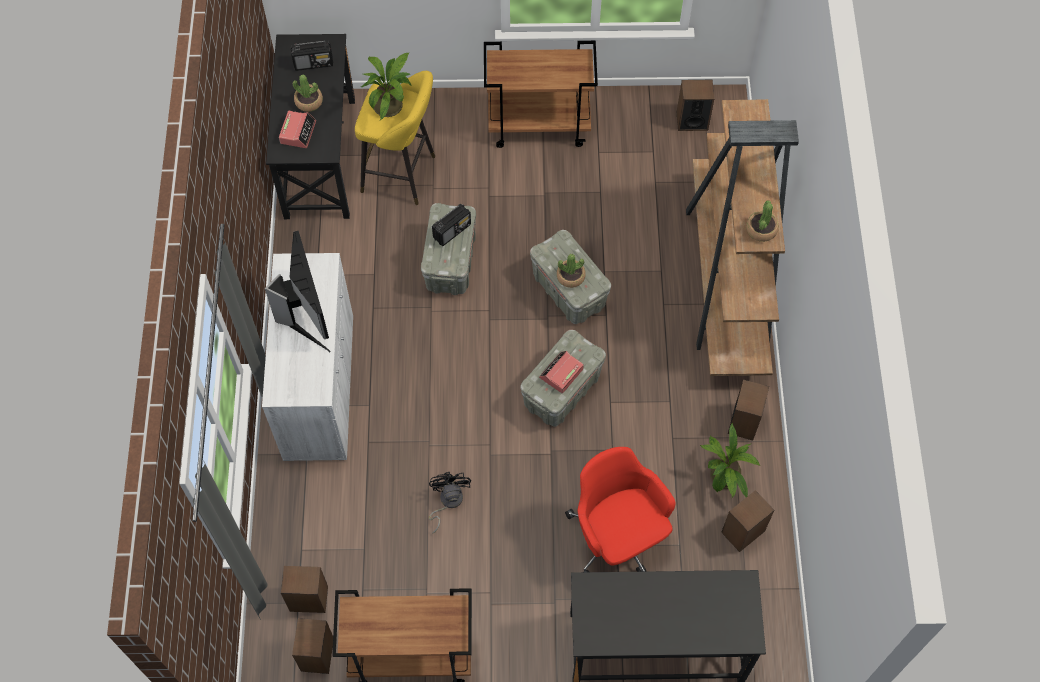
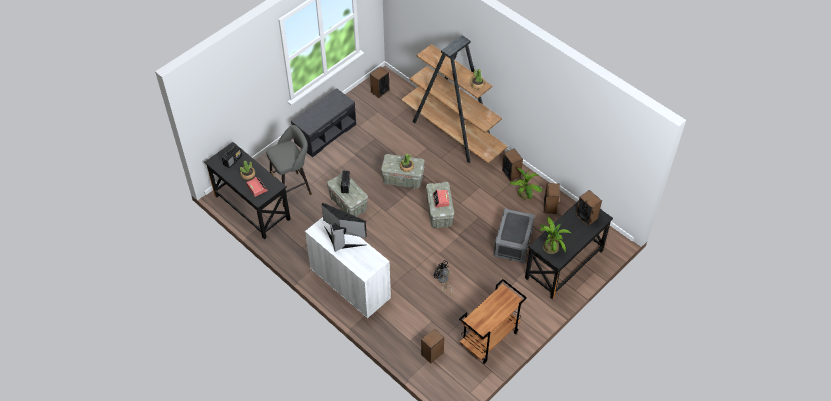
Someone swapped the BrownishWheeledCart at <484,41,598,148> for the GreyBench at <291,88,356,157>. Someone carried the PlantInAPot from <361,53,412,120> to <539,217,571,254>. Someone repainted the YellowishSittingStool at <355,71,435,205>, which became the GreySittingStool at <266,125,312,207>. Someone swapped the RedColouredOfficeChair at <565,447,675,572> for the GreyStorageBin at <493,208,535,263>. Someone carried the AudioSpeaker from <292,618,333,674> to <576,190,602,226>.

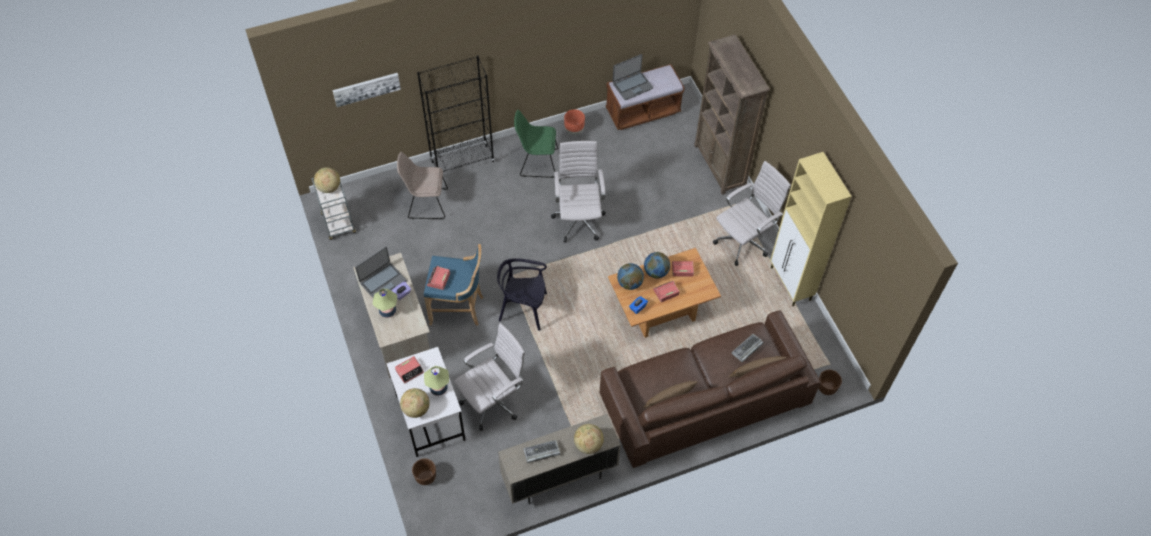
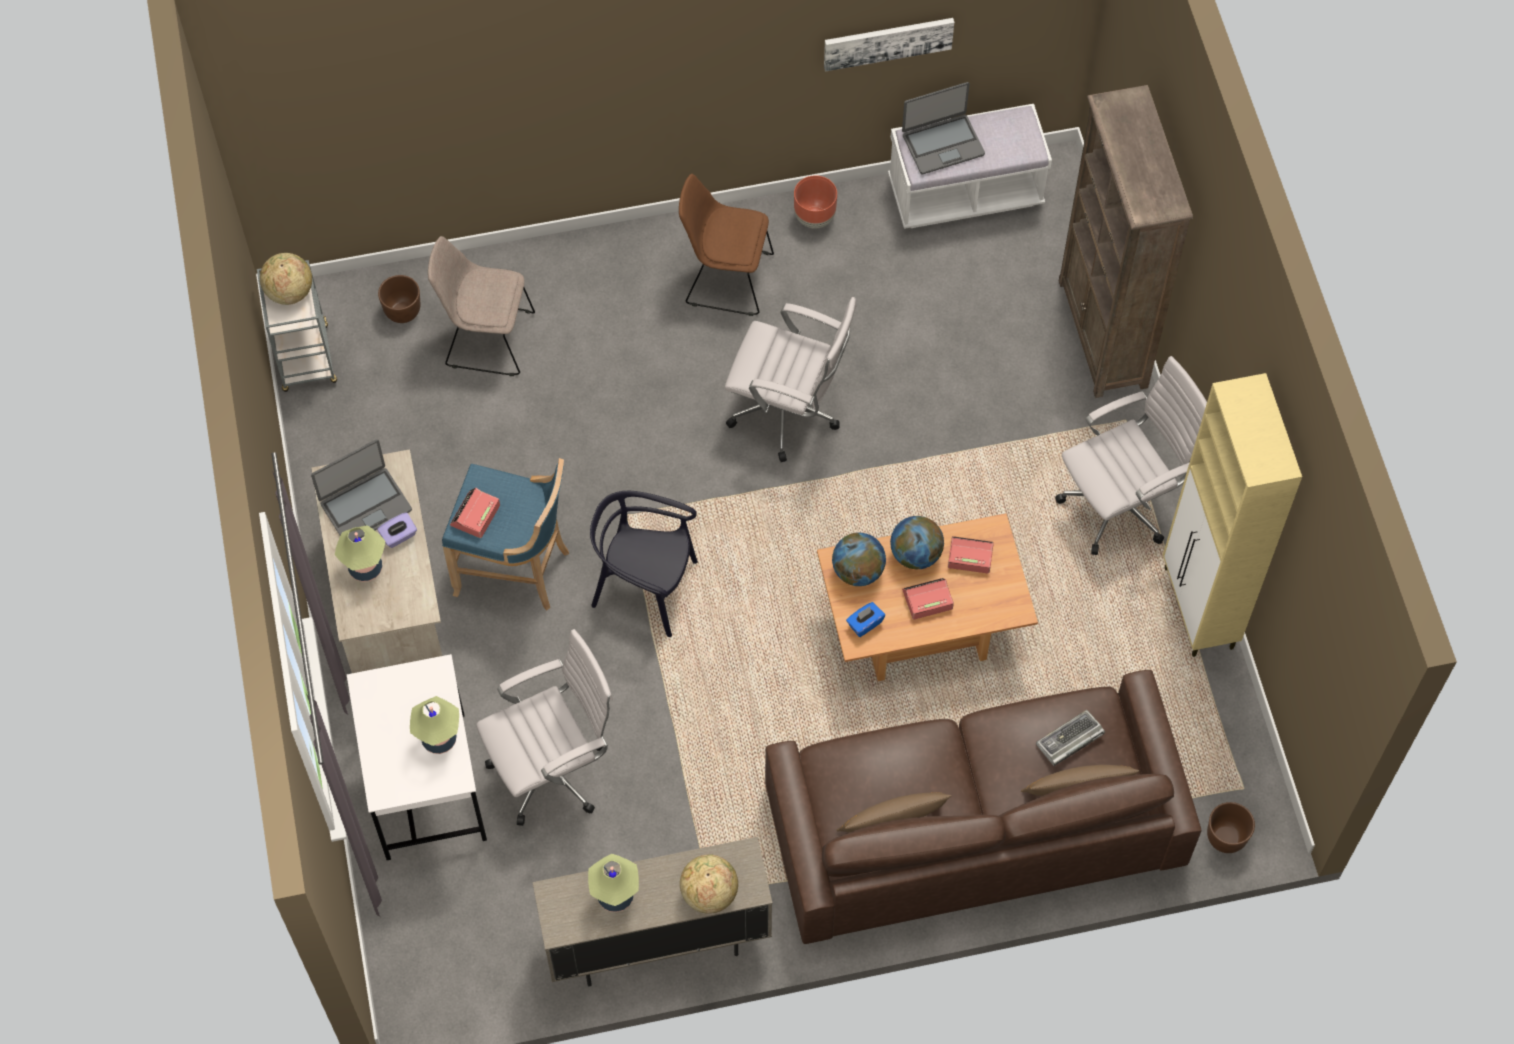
Someone took away the BlackishBookcase at <417,56,494,172>. Someone repainted the BrownishBench at <605,64,685,130>, which became the WhiteColouredBench at <888,104,1052,229>. Someone carried the WallArt from <332,73,401,107> to <824,18,954,71>. Someone repainted the GreenChair at <514,110,558,178>, which became the BrownishChair at <679,174,774,316>. Someone rotated the WhiteColouredOfficeChair at <551,141,606,243> by 105 degrees clockwise. Someone took away the AlarmClock at <395,356,424,384>. Someone took away the WorldGlobe at <400,388,430,418>. Someone swapped the PcKeyboard at <523,440,560,463> for the TableLamp at <588,854,639,912>. Someone carried the BrownishFlowerPot from <412,458,436,485> to <378,275,420,323>.

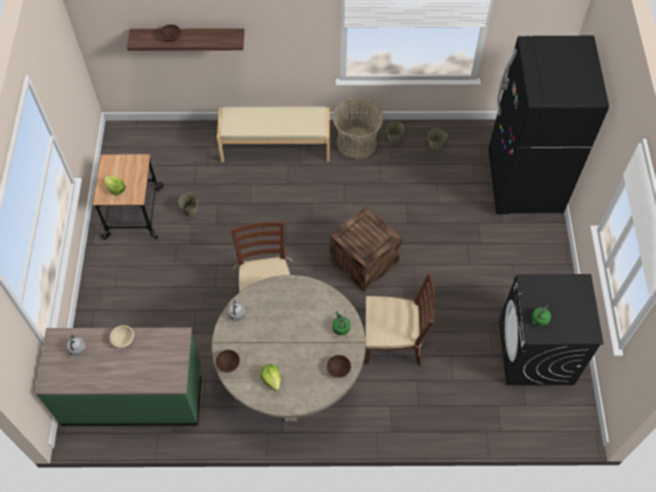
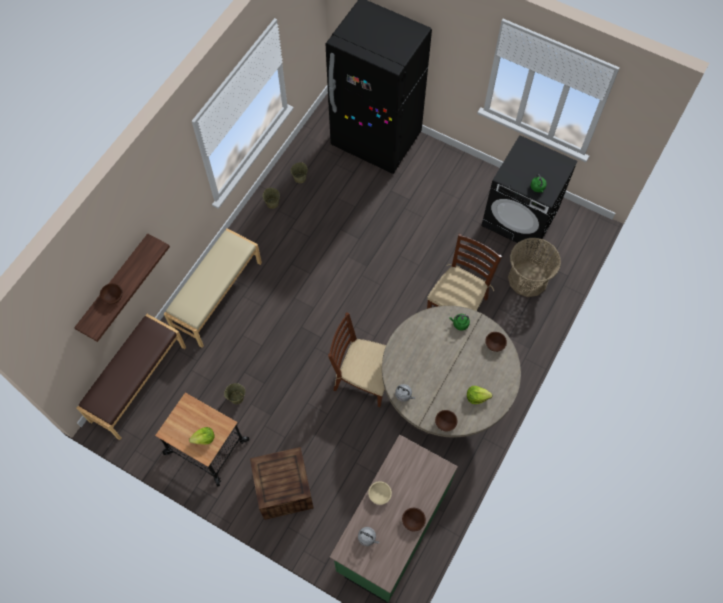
Someone carried the HouseholdBasket from <333,98,384,160> to <508,237,561,297>. Someone carried the PackingCrate from <330,206,402,291> to <250,447,314,520>. Someone put down the BrownishBench at <77,314,186,440>. Someone put down the BrownishServingBowl at <402,508,426,531>.

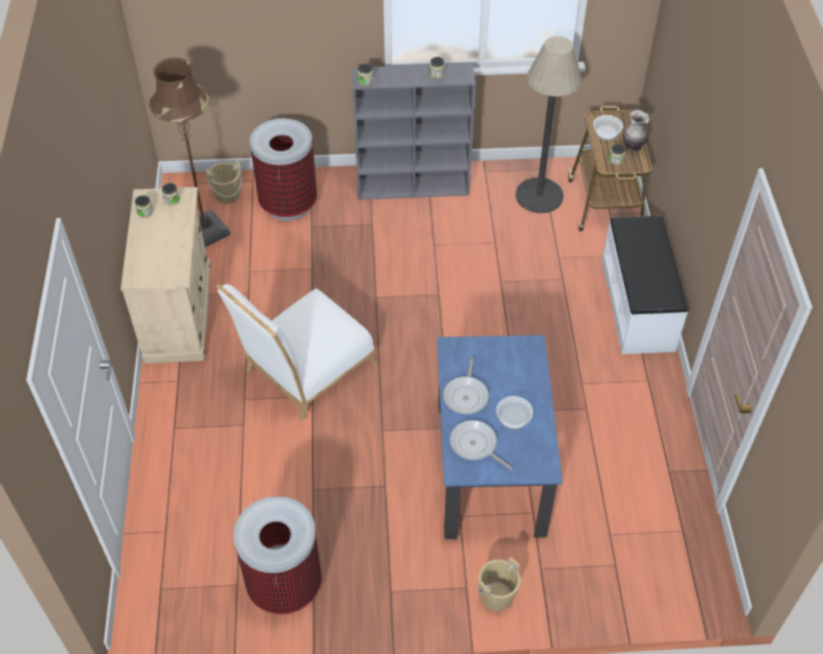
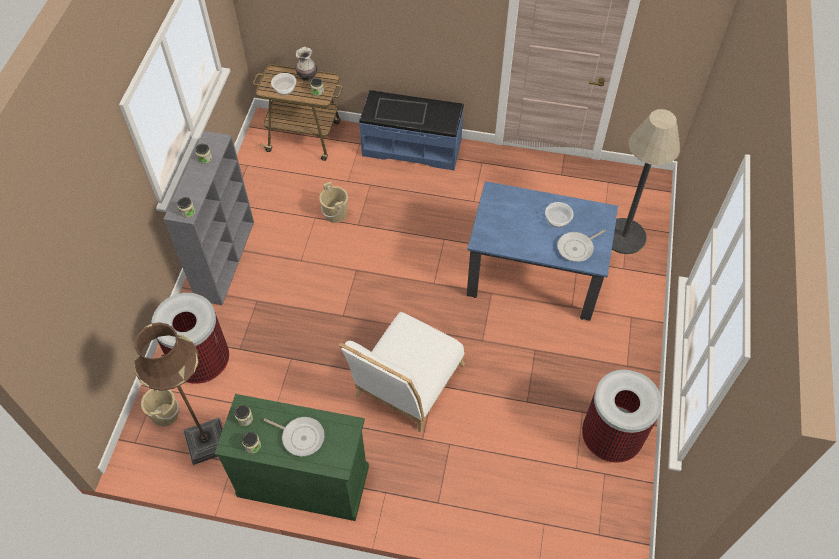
Someone carried the FloorLamp from <516,36,582,213> to <612,109,680,254>. Someone repainted the BeigeStorageCabinet at <121,187,211,363>, which became the GreenStorageCabinet at <214,394,369,521>. Someone repainted the WhiteColouredBench at <602,216,688,354>, which became the BlueColouredBench at <359,90,464,171>. Someone rotated the WhiteColouredChair at <216,284,377,421> by 60 degrees clockwise. Someone carried the Skillet from <443,357,489,414> to <264,417,325,456>. Someone carried the BeigeBucket from <478,557,521,611> to <319,182,348,223>. Someone put down the Tray at <374,98,428,125>.

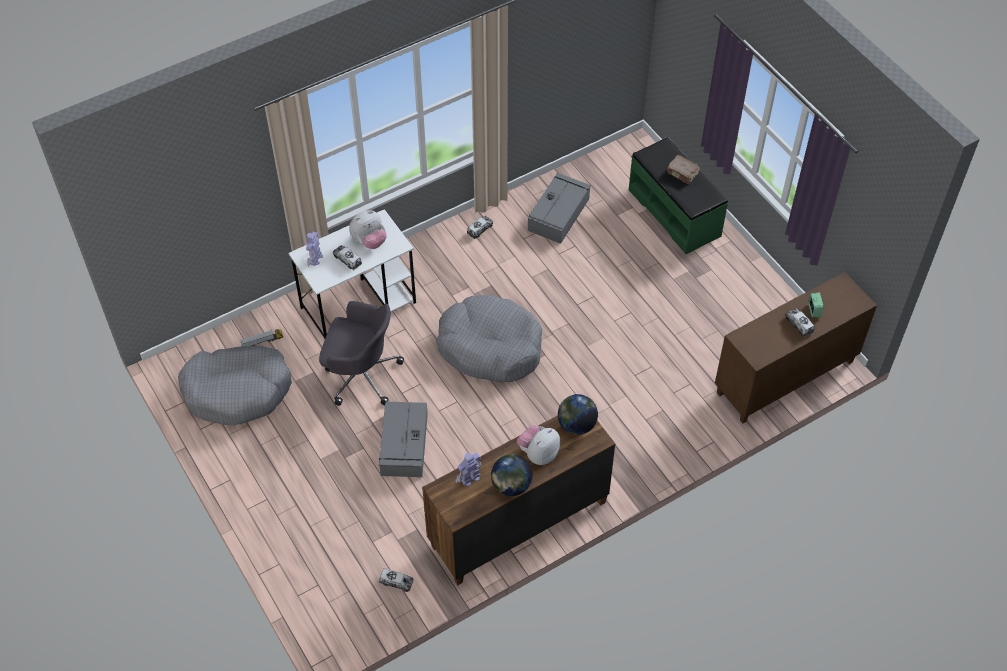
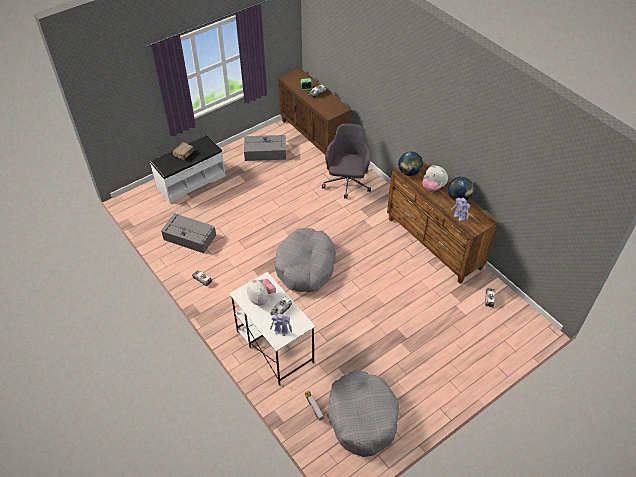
Someone repainted the GreenBench at <629,137,728,254>, which became the WhiteColouredBench at <150,135,226,203>. Someone carried the GreyOfficeChair from <319,301,404,406> to <322,123,371,199>. Someone carried the GreyStorageBin from <379,402,428,477> to <244,135,286,161>.

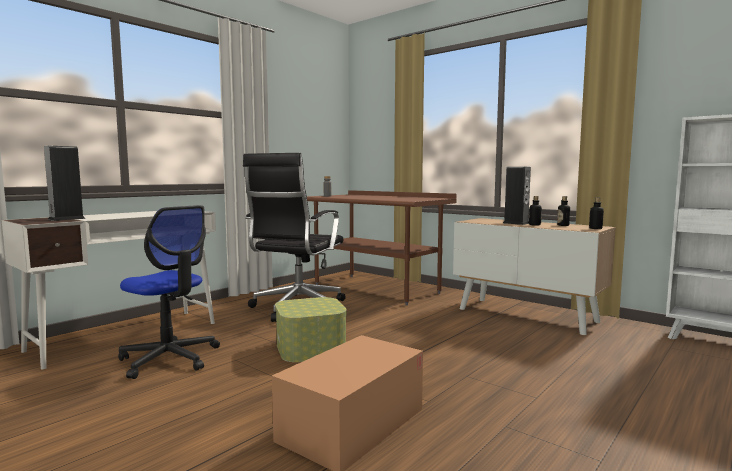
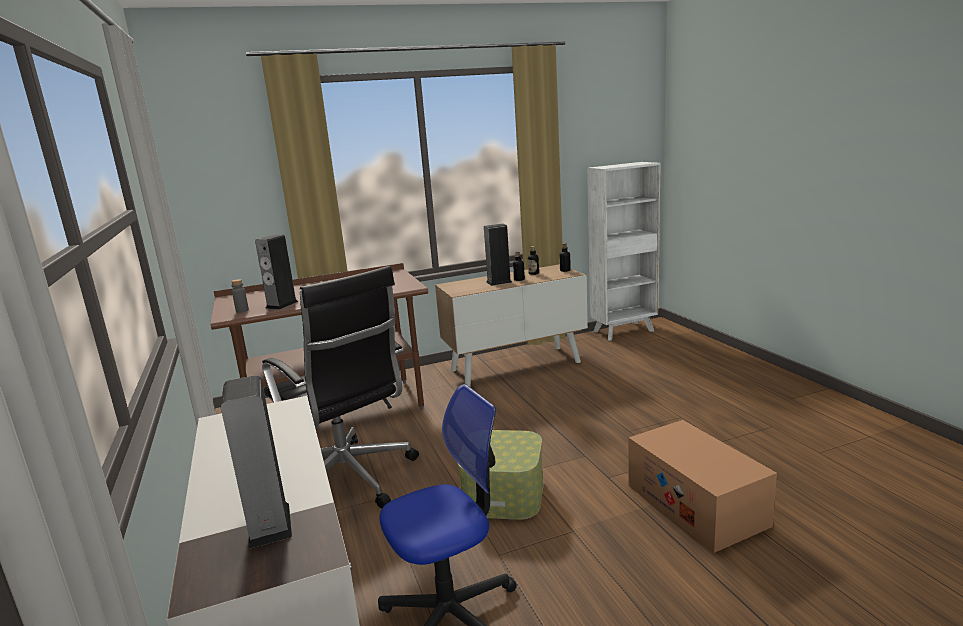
Someone put down the AudioSpeaker at <255,234,298,310>.

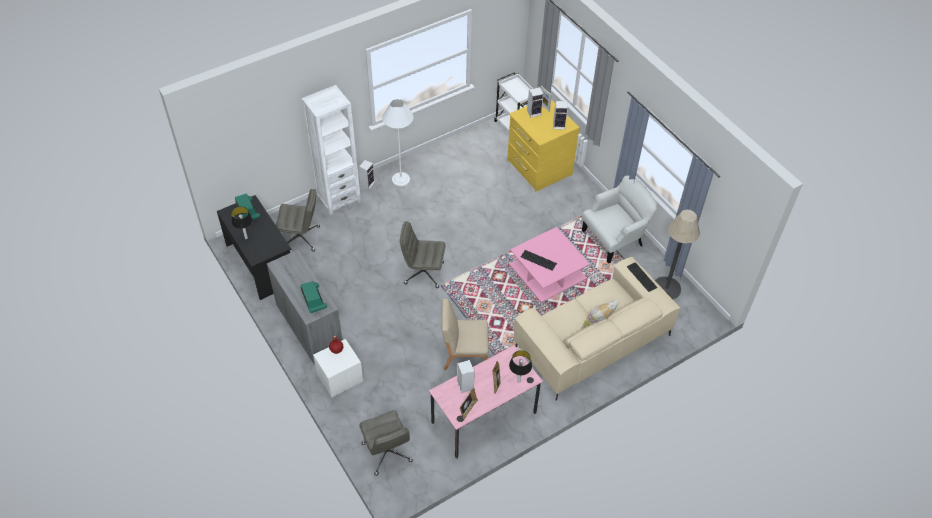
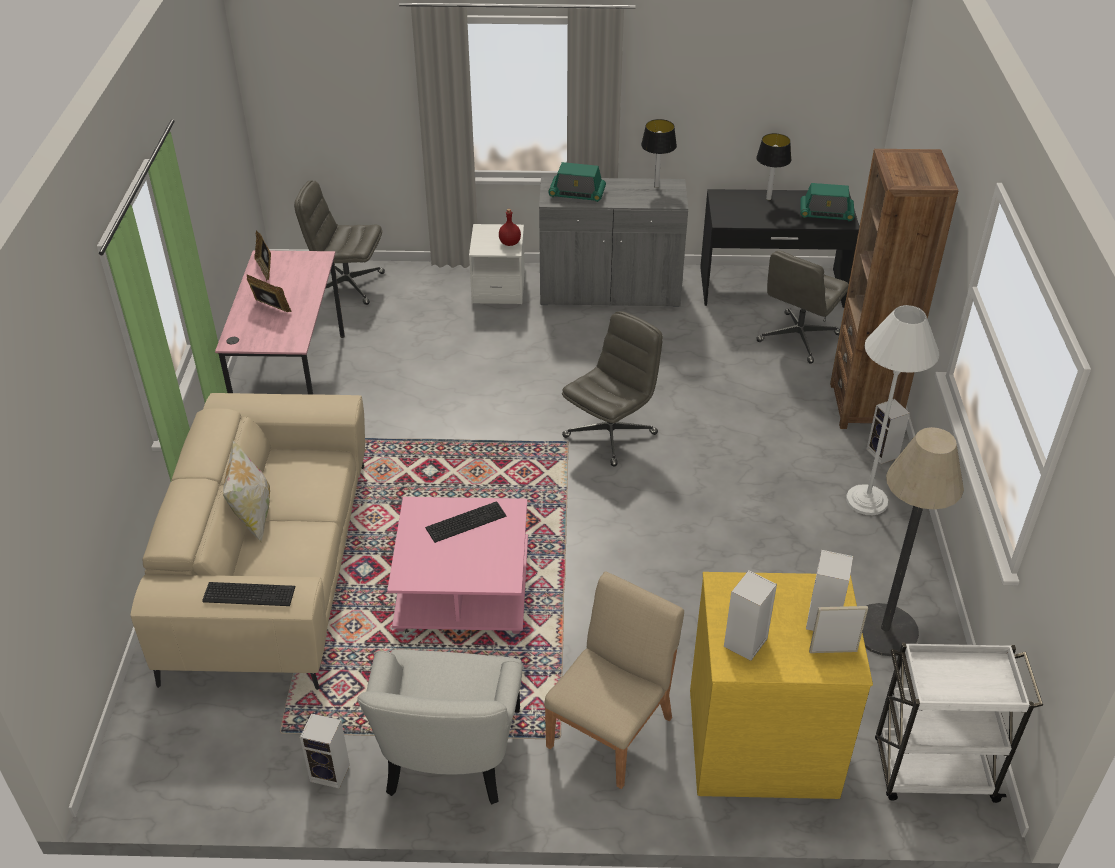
Someone repainted the WhiteColouredBookcase at <302,85,361,215>, which became the BrownishBookcase at <830,149,958,429>. Someone carried the FloorLamp from <655,210,700,299> to <862,427,964,656>. Someone carried the BeigeChair from <441,299,489,371> to <544,572,684,789>. Someone carried the TableLamp from <509,350,532,383> to <641,119,677,188>. Someone carried the AudioSpeaker from <457,360,475,393> to <300,713,350,788>.

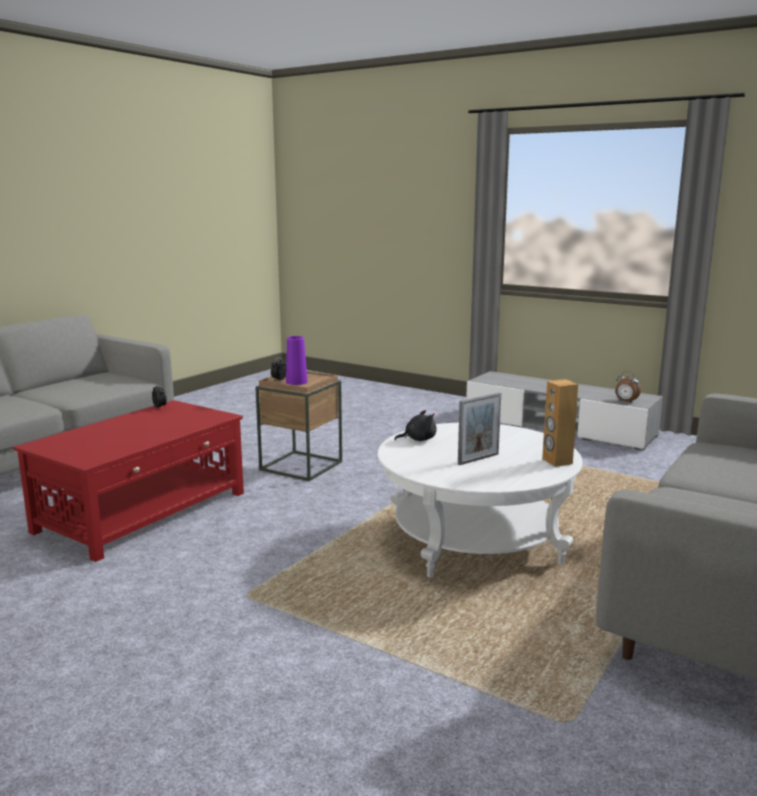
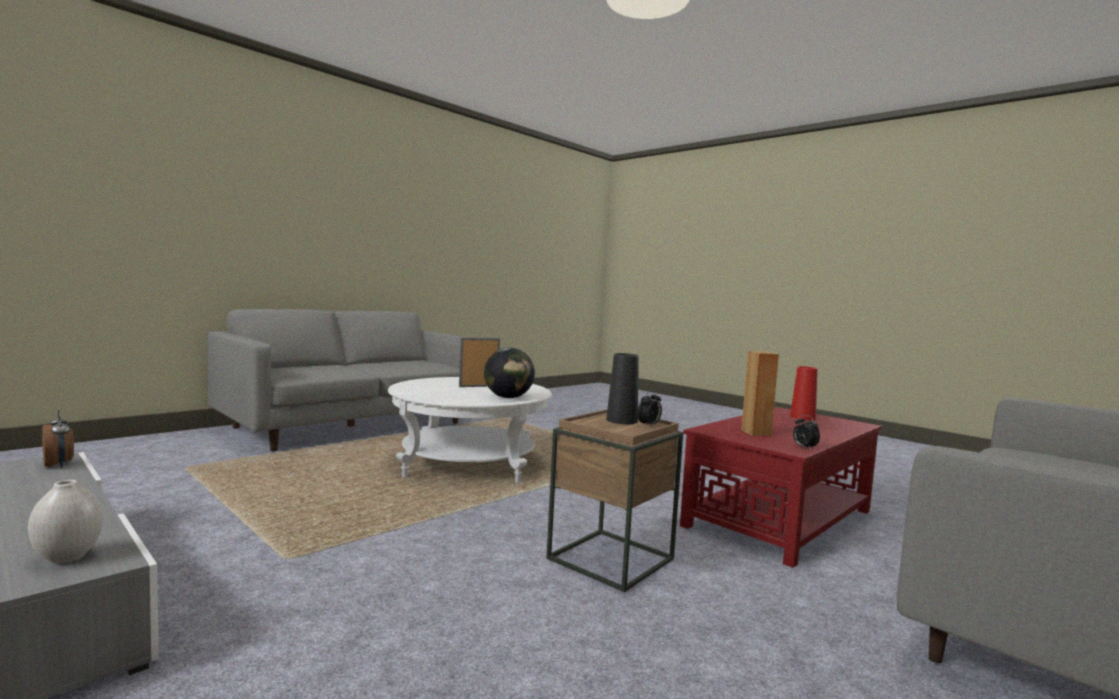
Someone repainted the PurplishDecorativeVase at <286,336,308,385>, which became the BlackishDecorativeVase at <606,353,639,424>. Someone carried the BrownishAudioSpeaker from <542,379,578,467> to <741,351,779,436>. Someone swapped the BlackishSoftToy at <394,410,437,441> for the WorldGlobe at <484,348,535,398>. Someone put down the RedColouredDecorativeVase at <790,366,818,420>. Someone put down the WhiteColouredDecorativeVase at <28,480,103,564>.

